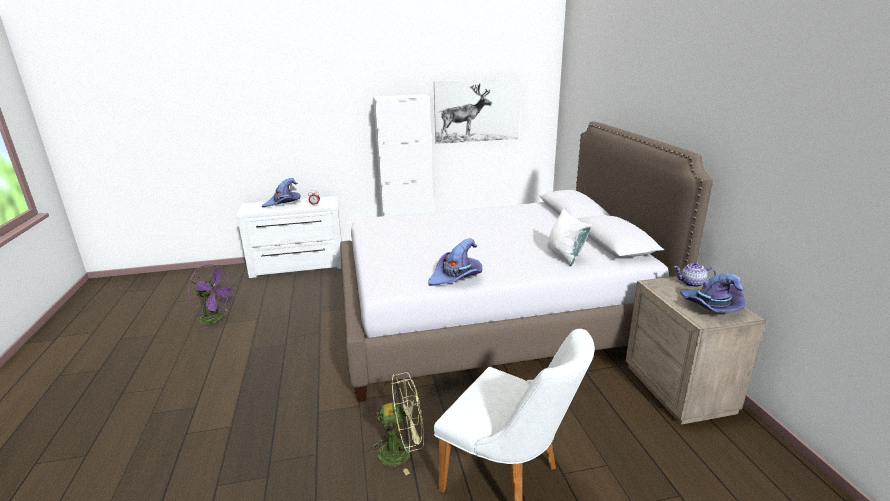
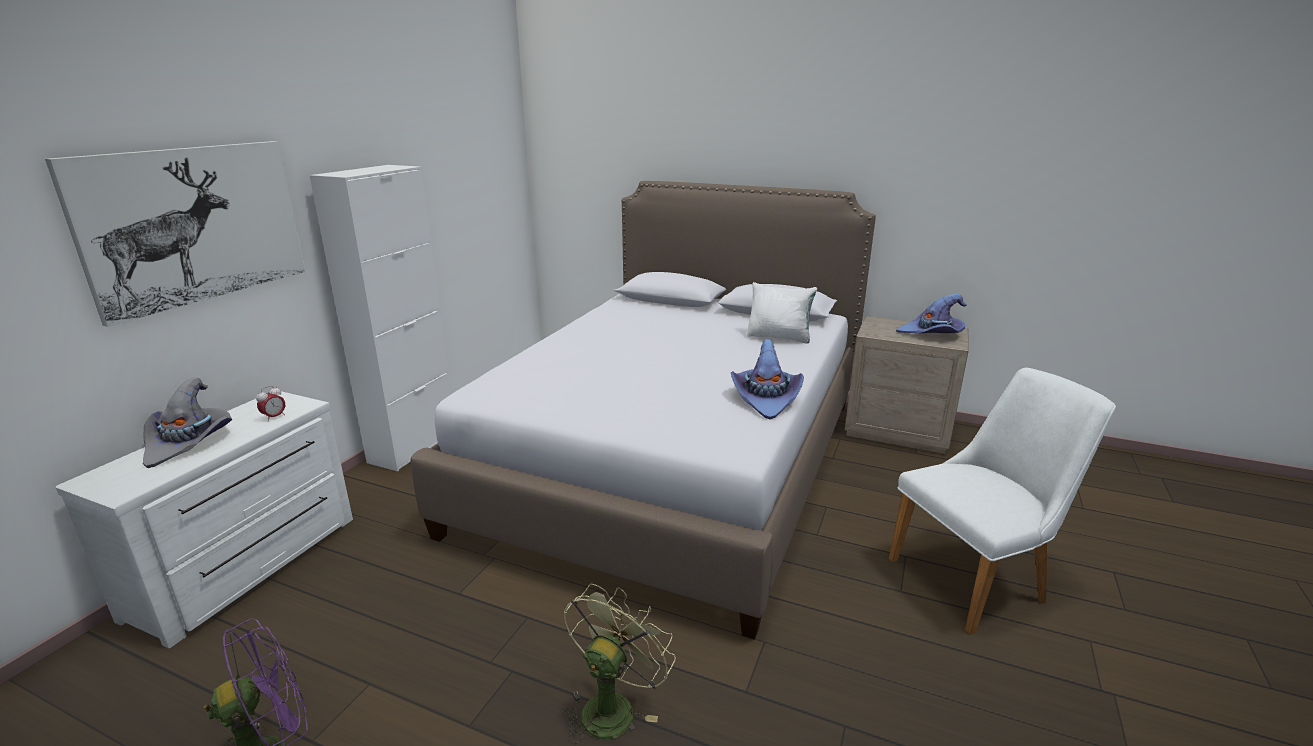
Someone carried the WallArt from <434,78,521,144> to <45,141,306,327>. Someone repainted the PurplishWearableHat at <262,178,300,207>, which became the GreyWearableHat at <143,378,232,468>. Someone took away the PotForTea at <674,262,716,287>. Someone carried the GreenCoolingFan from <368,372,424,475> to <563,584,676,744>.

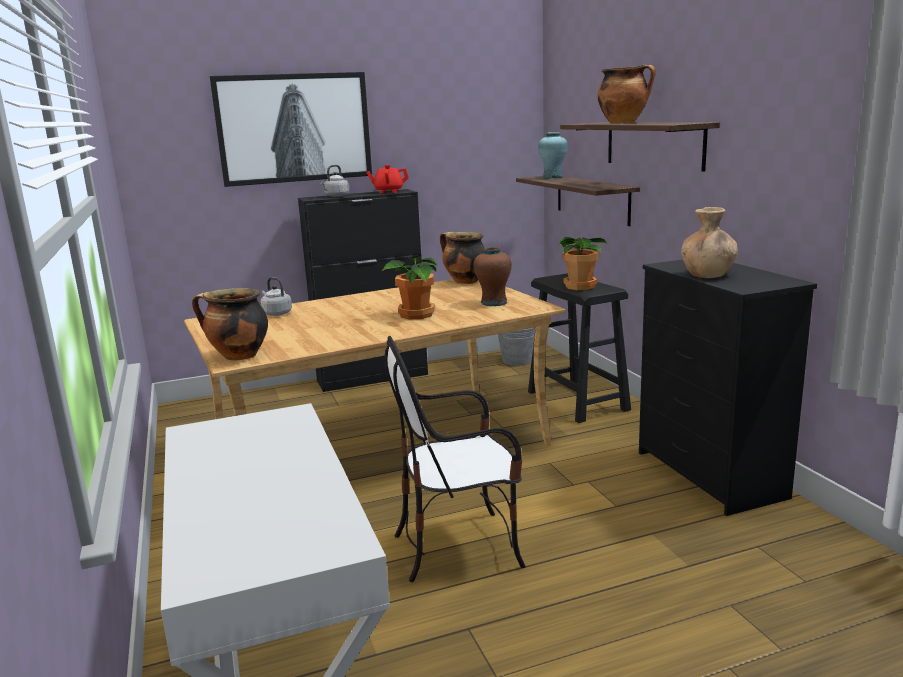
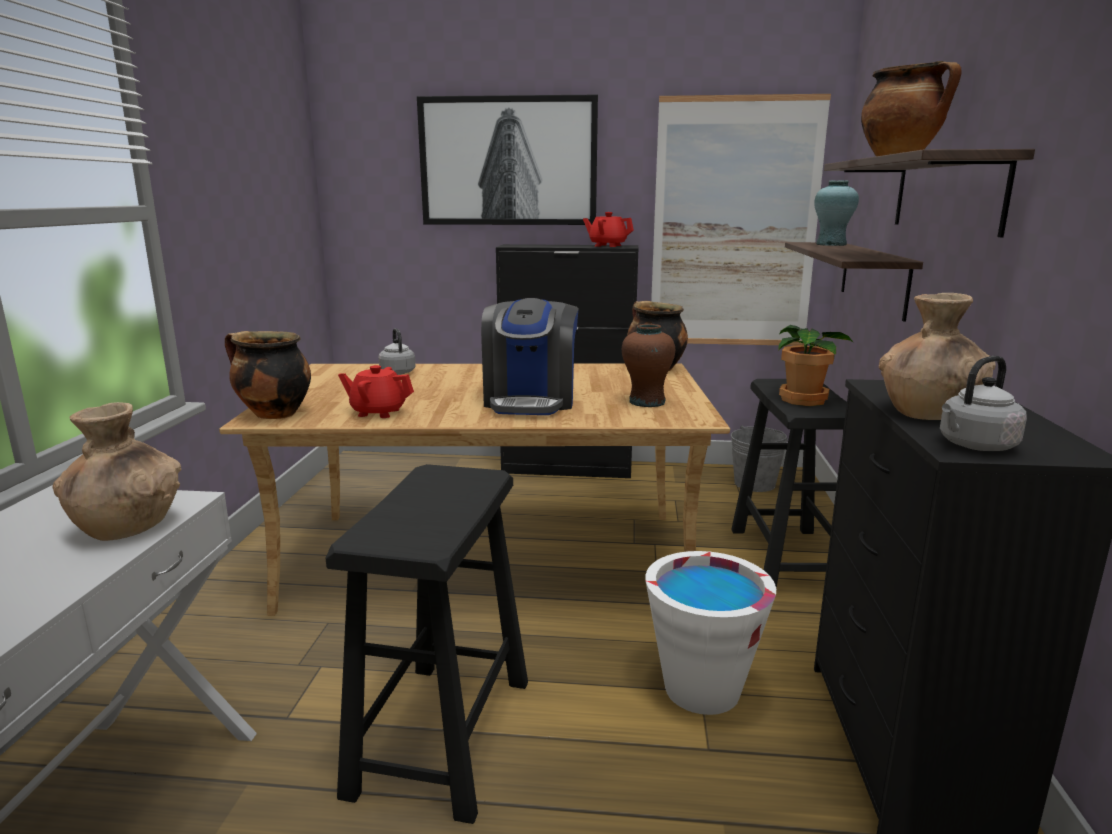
Someone carried the GreyWaterKettle from <320,165,349,197> to <940,356,1027,451>. Someone swapped the PlantInAPot at <382,256,437,320> for the CoffeeMaker at <481,298,579,415>. Someone swapped the Chair at <385,336,526,582> for the BlackishSittingStool at <325,464,528,824>. Someone put up the WallArt at <651,94,831,346>. Someone put down the RedColouredPotForTea at <338,365,414,418>. Someone put down the BrownishDecorativeVase at <52,402,181,541>. Someone put down the WhiteColouredBucket at <645,551,776,715>.

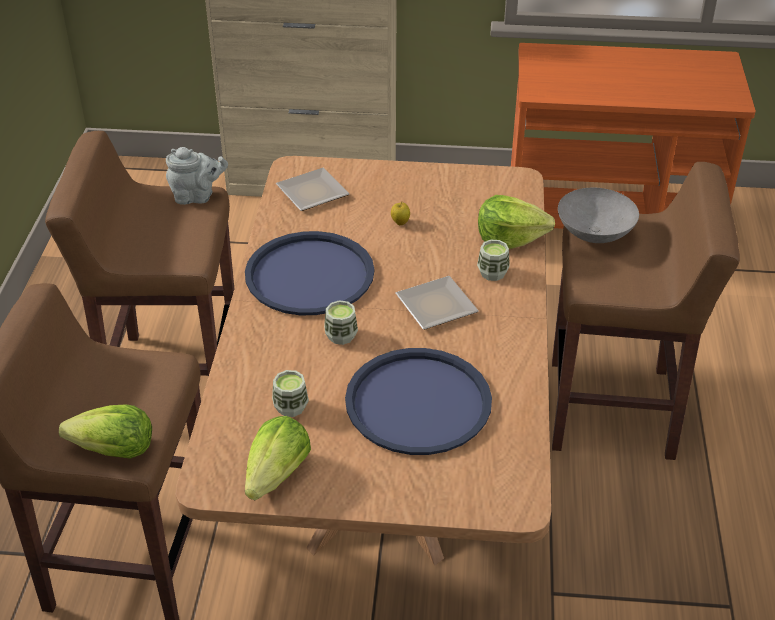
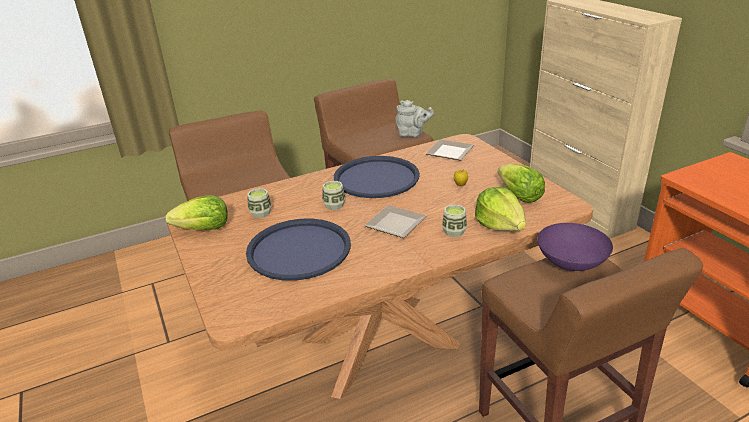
Someone rotated the GreyPotForTea at <166,147,228,205> by 45 degrees counterclockwise. Someone repainted the GreyServingBowl at <558,188,639,243>, which became the PurplishServingBowl at <537,223,613,271>. Someone carried the Lettuce from <59,404,152,459> to <498,164,545,203>.

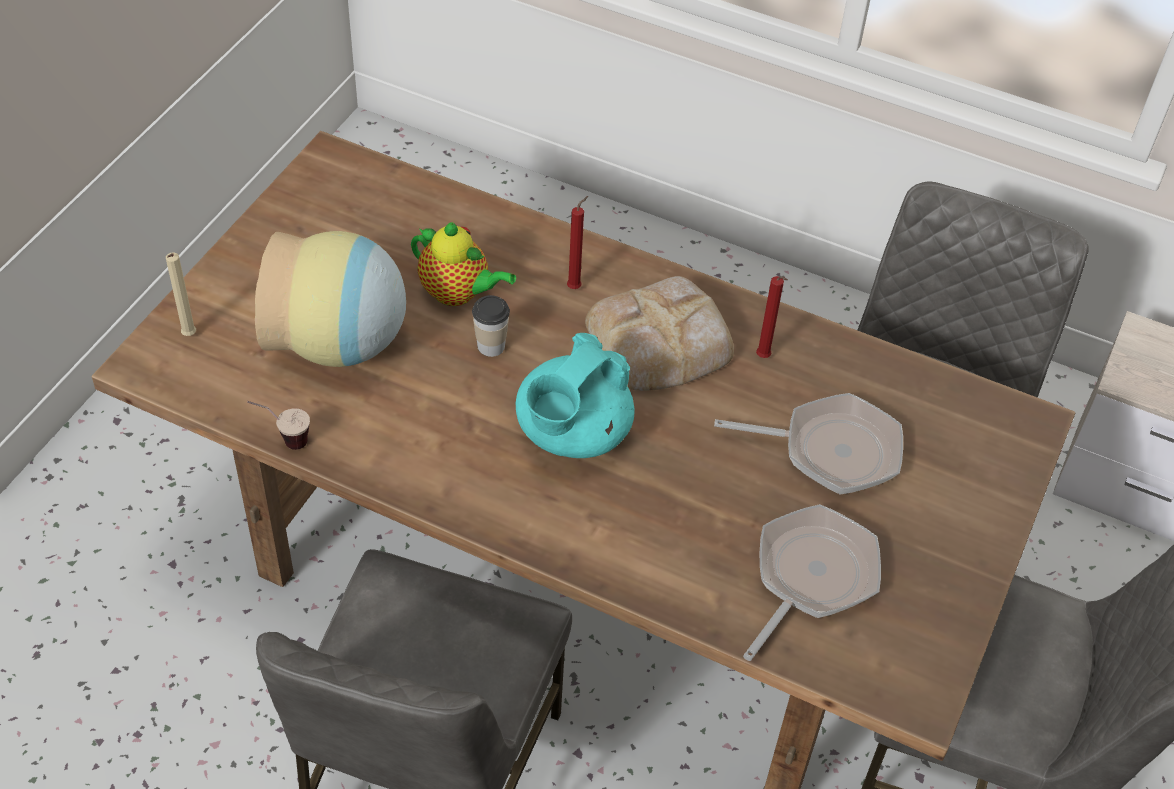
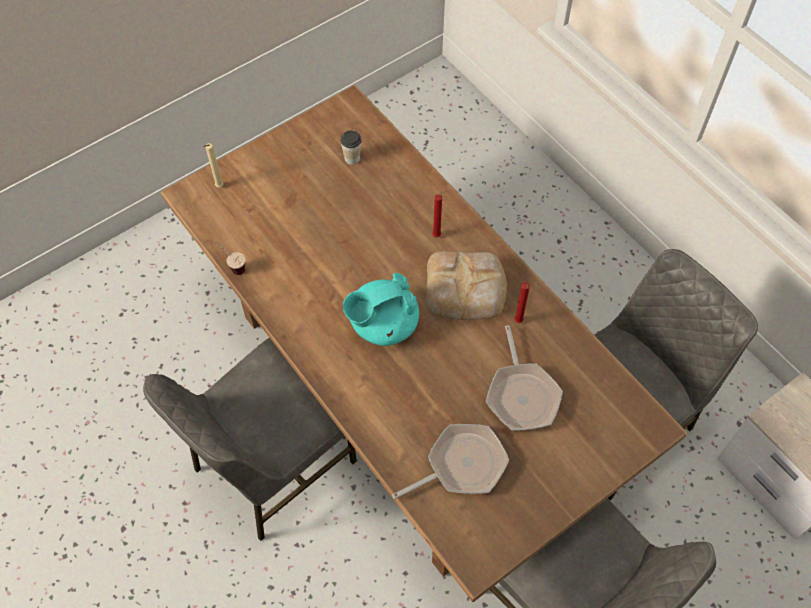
Someone took away the PotForTea at <411,222,516,306>. Someone took away the DecorativeVase at <255,231,406,367>. Someone carried the DrinkingCup from <472,295,510,357> to <340,130,362,165>. Someone rotated the Skillet at <714,393,903,494> by 45 degrees clockwise.

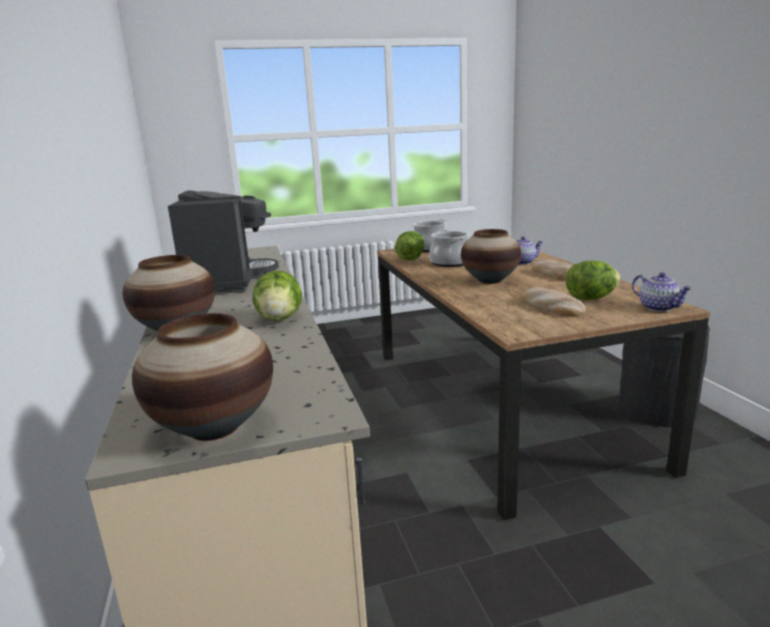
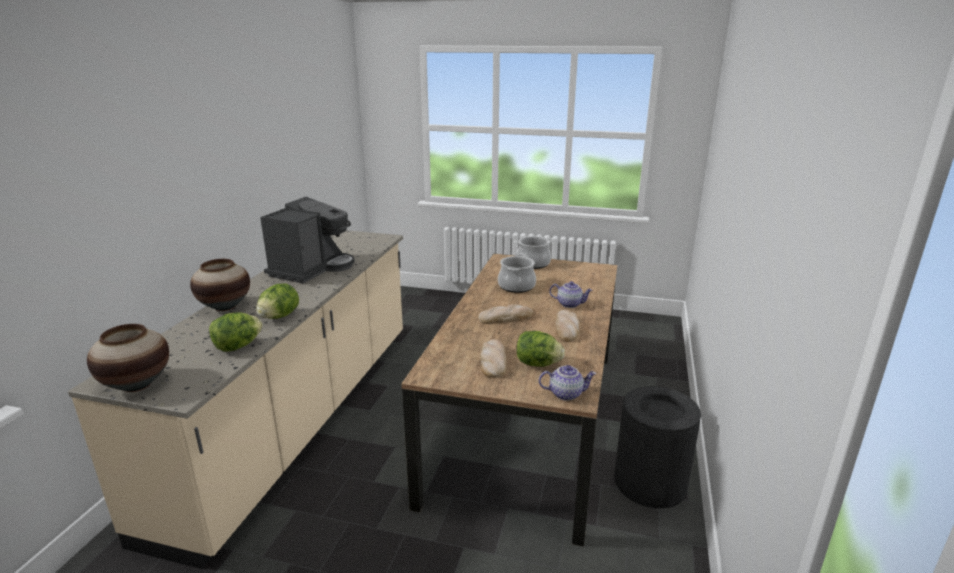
Someone swapped the DecorativeVase at <461,229,521,284> for the Bread at <478,304,533,324>. Someone carried the Lettuce from <395,231,425,260> to <209,312,263,351>. Someone rotated the PotForTea at <632,272,692,312> by 90 degrees counterclockwise.

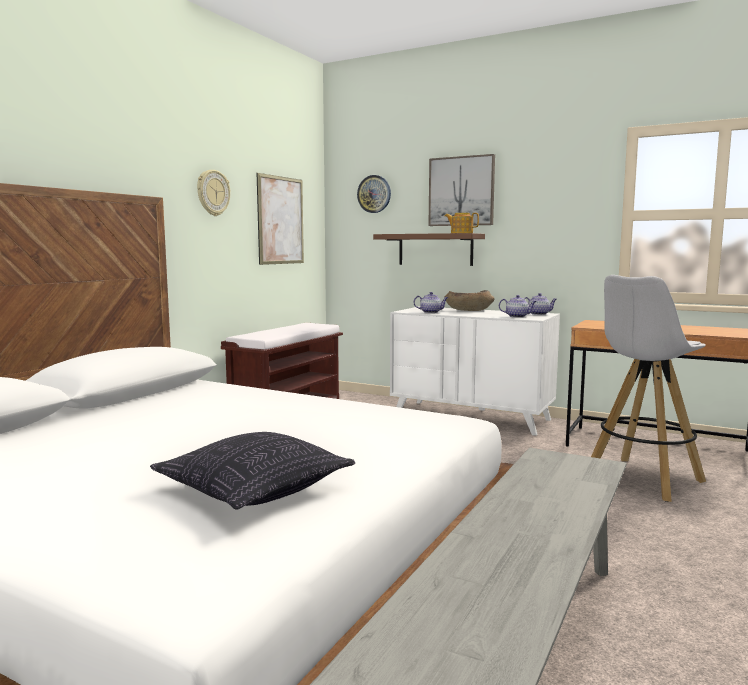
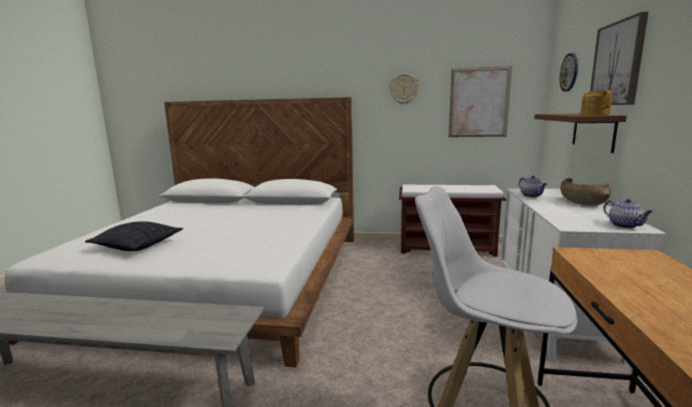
Someone took away the PotForTea at <499,295,537,318>.

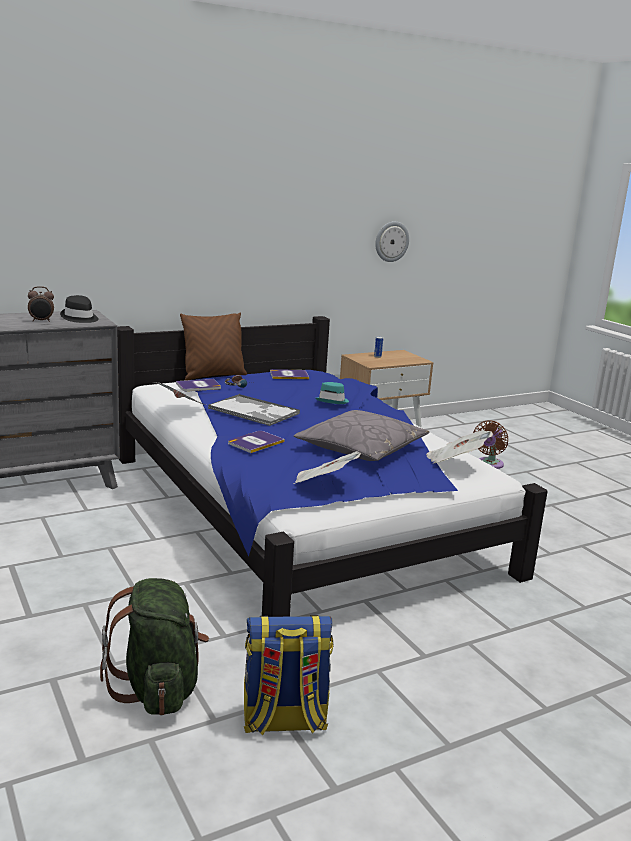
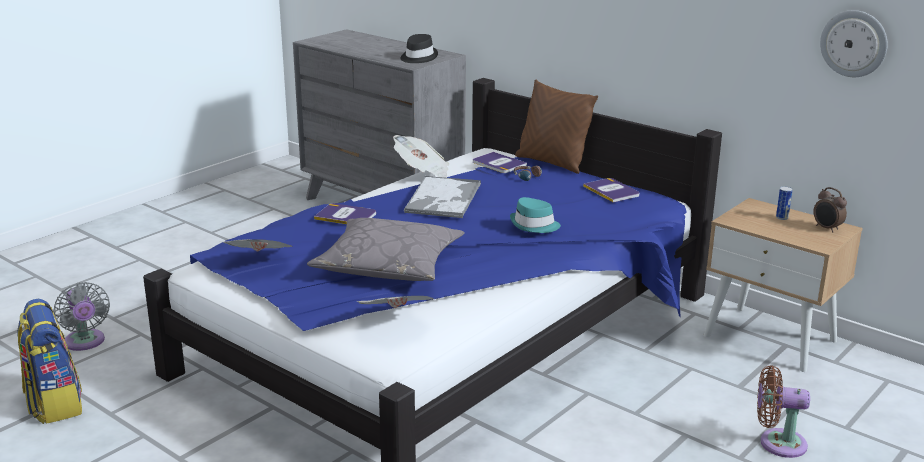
Someone carried the AlarmClock from <28,286,54,322> to <813,187,847,233>. Someone swapped the GreenRucksack at <100,578,209,716> for the GreyCoolingFan at <53,282,110,351>.

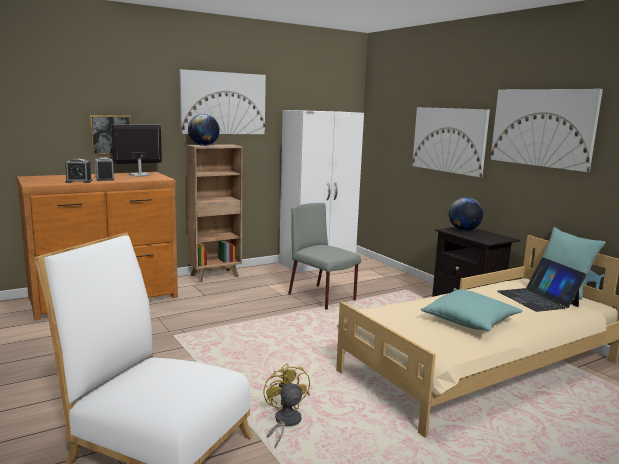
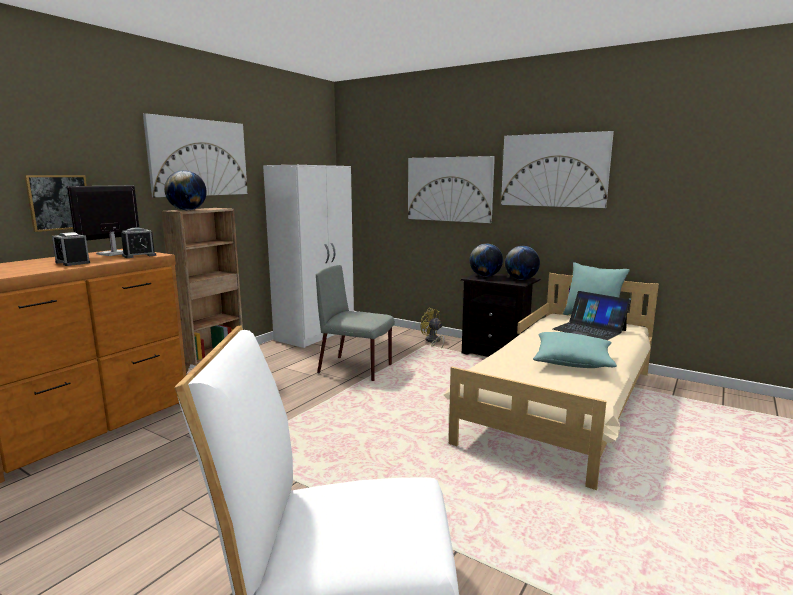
Someone carried the AlarmClock from <65,159,92,183> to <121,228,156,258>. Someone carried the YellowishCoolingFan from <263,363,310,448> to <420,308,445,349>. Someone put down the WorldGlobe at <505,246,540,280>.

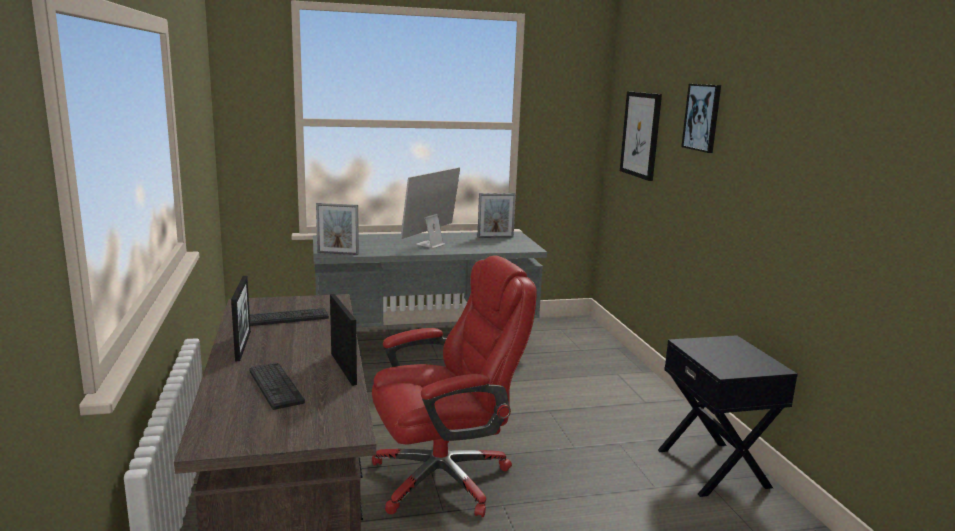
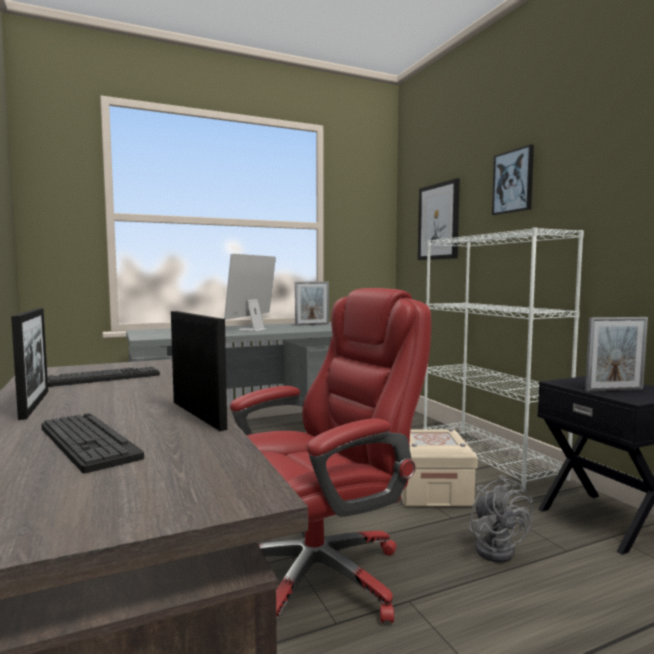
Someone carried the PictureFrame from <316,203,359,255> to <585,317,648,392>. Someone put down the WhiteColouredBookcase at <423,227,584,492>. Someone put down the BeigeStorageBin at <401,428,478,506>. Someone put down the GreyCoolingFan at <469,475,533,562>.

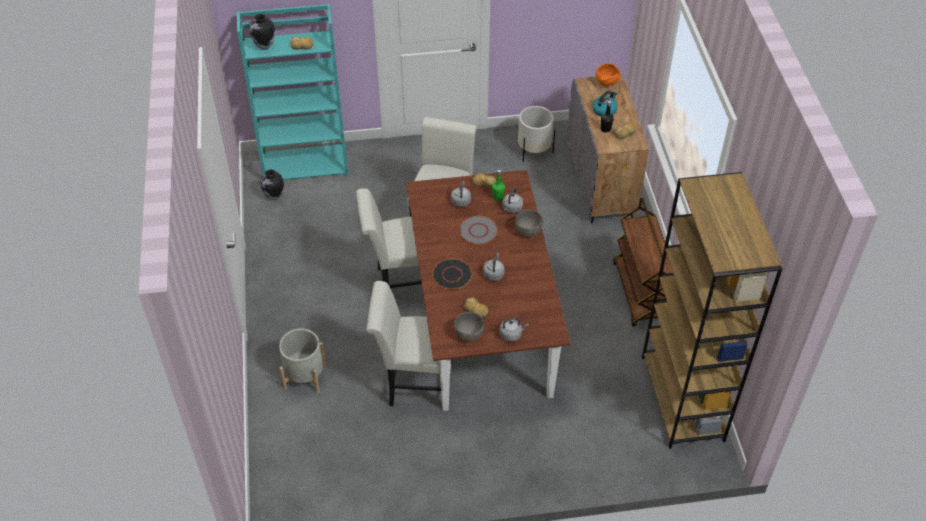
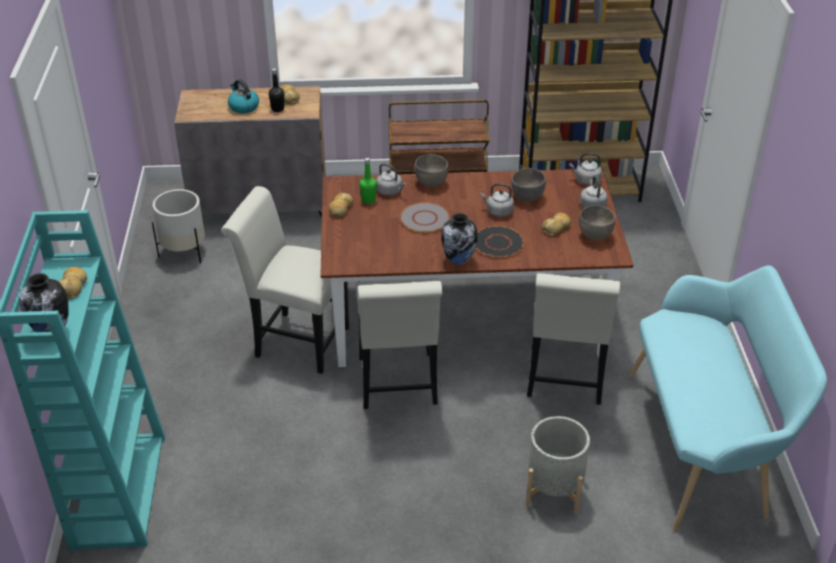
Someone took away the OrangeyServingBowl at <596,63,620,86>. Someone carried the DecorativeVase from <260,169,284,200> to <441,213,478,265>. Someone carried the GreyWaterKettle from <451,181,471,207> to <569,153,602,185>. Someone put down the GreyServingBowl at <511,168,546,202>. Someone put down the TurquoiseColouredBench at <629,266,827,531>.

